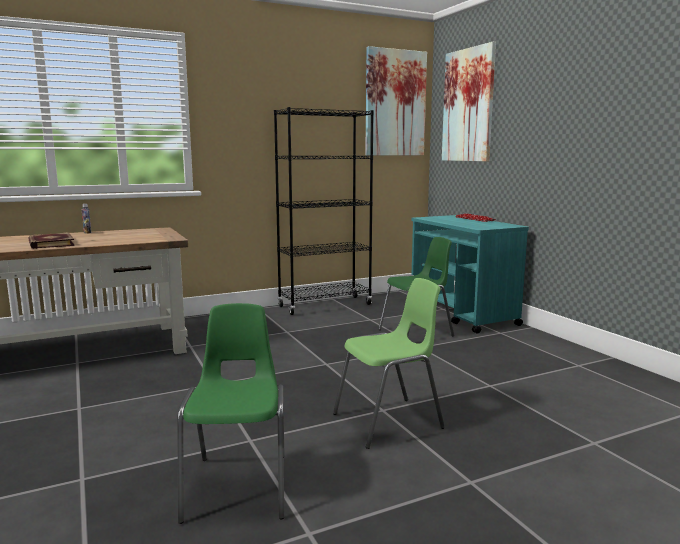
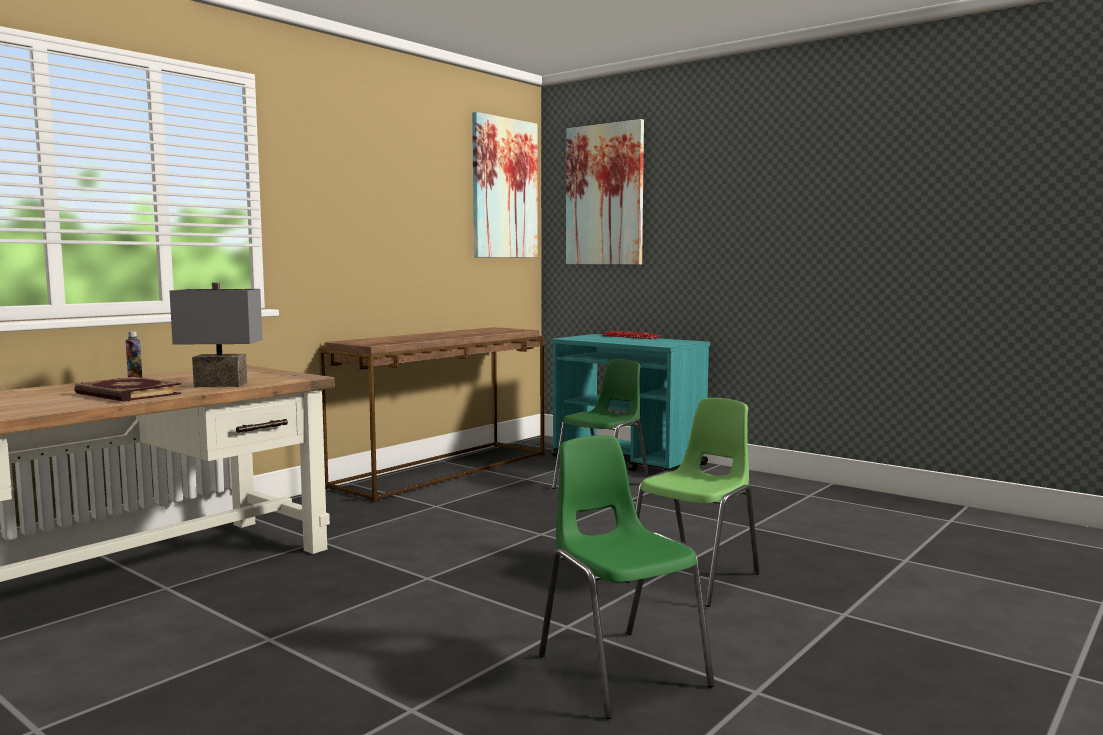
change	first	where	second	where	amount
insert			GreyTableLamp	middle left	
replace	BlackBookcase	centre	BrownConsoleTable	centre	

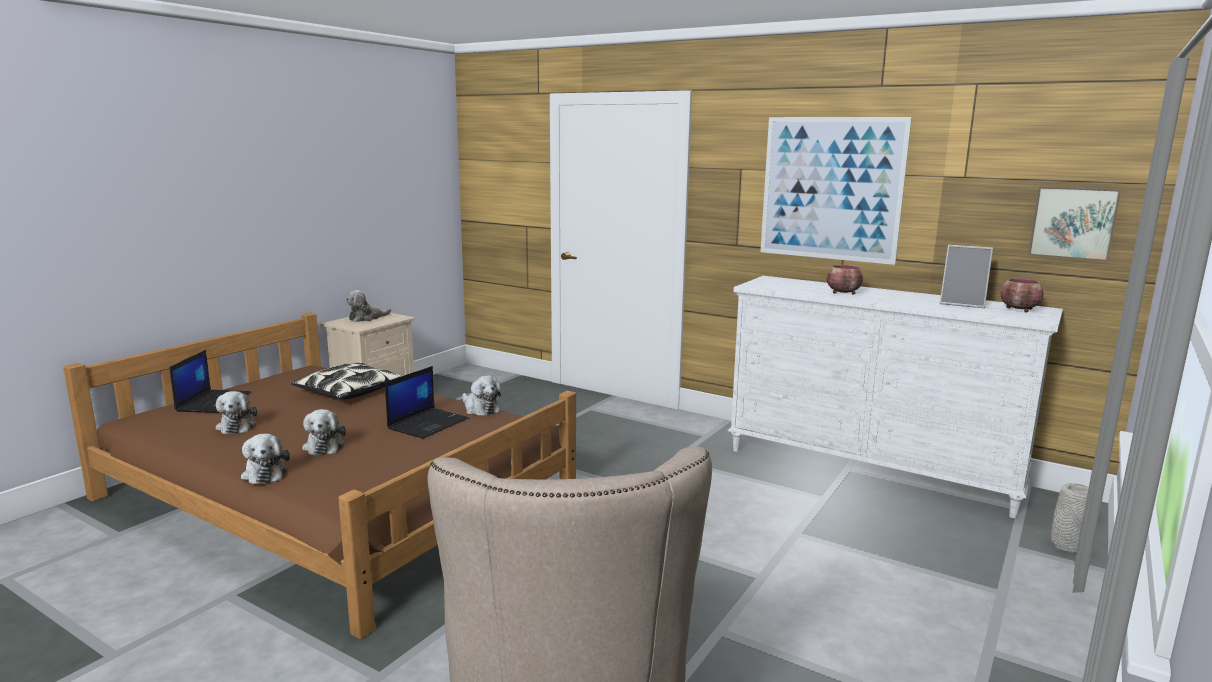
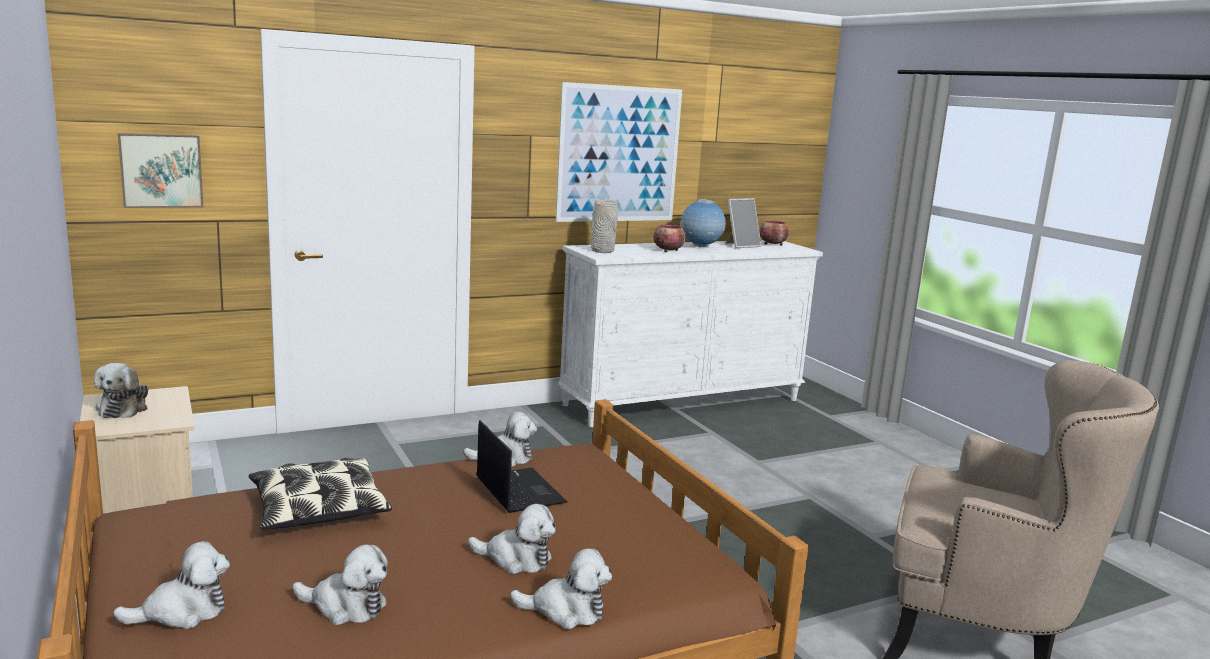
change	first	where	second	where	amount
insert			Globe	centre	
move	Picture (2nd from left in the first image)	top right	Picture (1st from left)	top left	
move	GreyVase	bottom right		centre	
replace	Laptop (1st from left)	middle left	PlushToy (2nd from left)	bottom left	

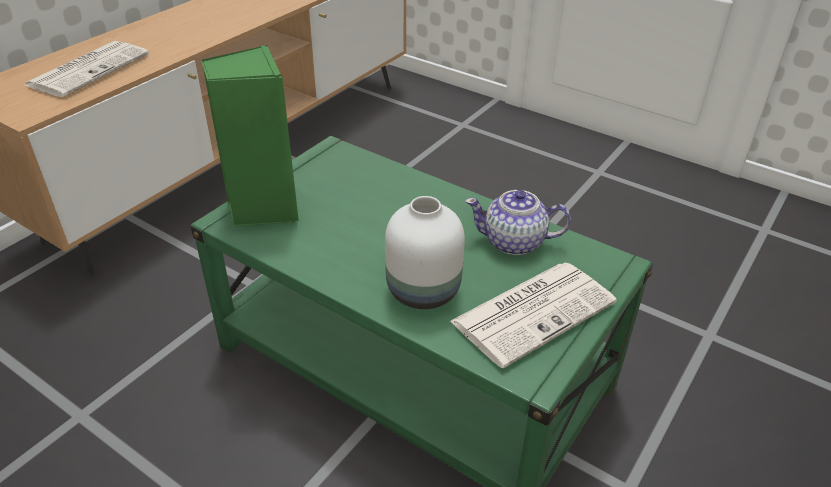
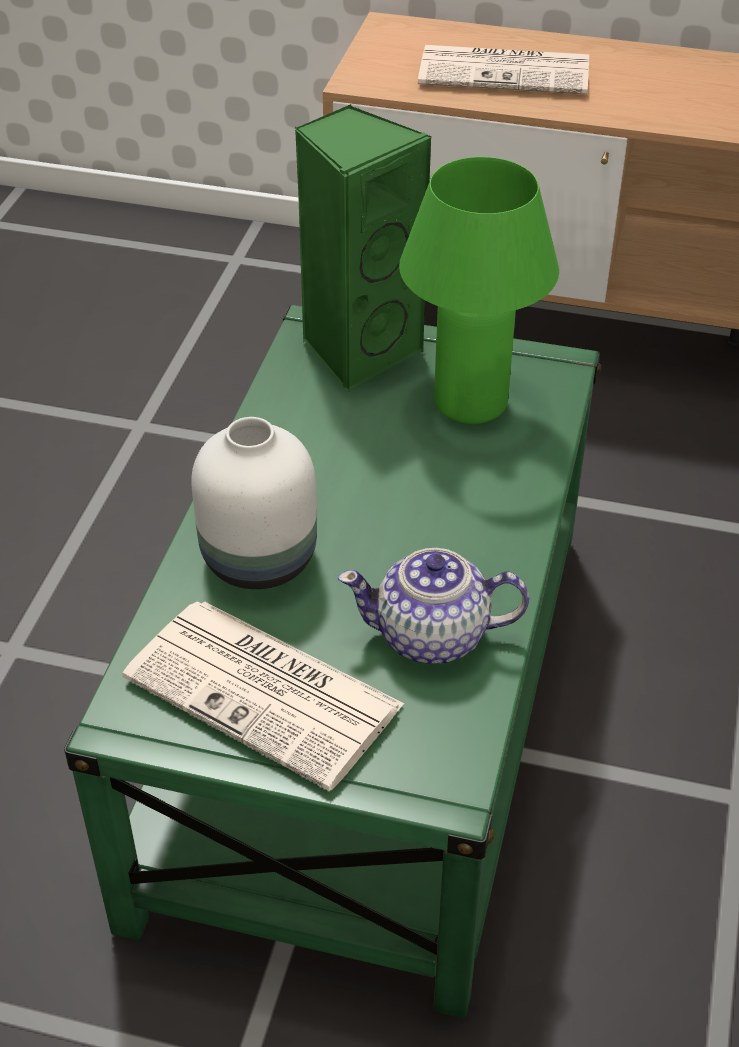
change	first	where	second	where	amount
insert			GreenTableLamp	top centre	
rotate	Teapot	centre		centre	75 degrees counterclockwise

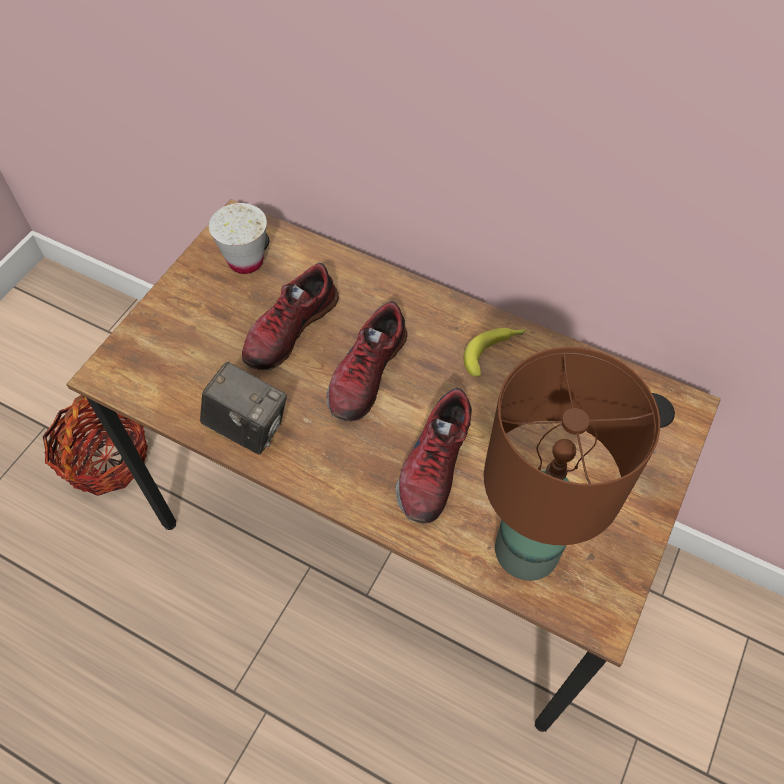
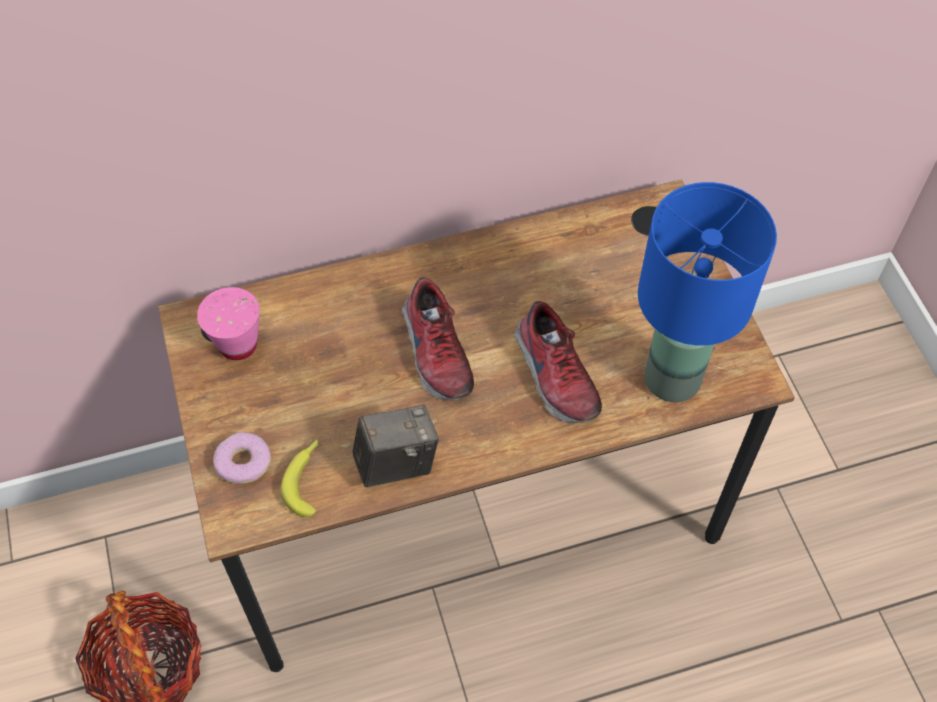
change	first	where	second	where	amount
delete	Shoe (1st from left)	centre			
insert			Donut	middle left	
move	Banana	centre		bottom left	
recolor	WhiteCup	top left	PinkCup	middle left	
recolor	BrownTableLamp	middle right	BlueTableLamp	middle right	

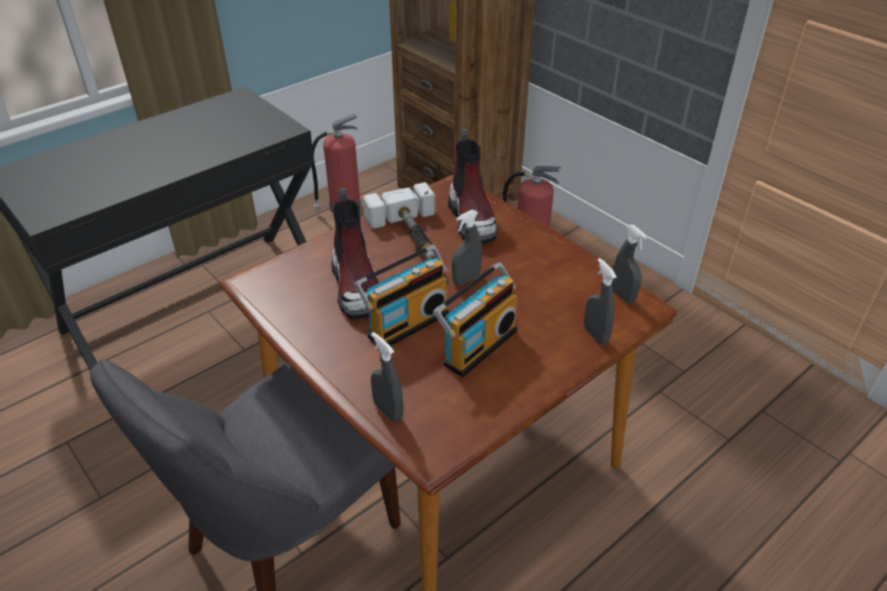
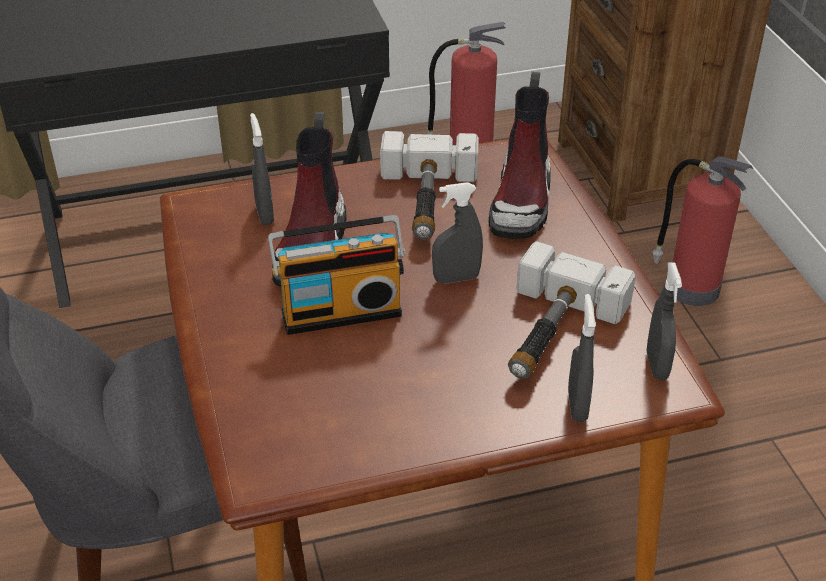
change	first	where	second	where	amount
delete	Radio (2nd from left)	centre			
insert			Hammer (2nd from left)	middle right	
move	GreySprayBottle (1st from left)	centre		top left	

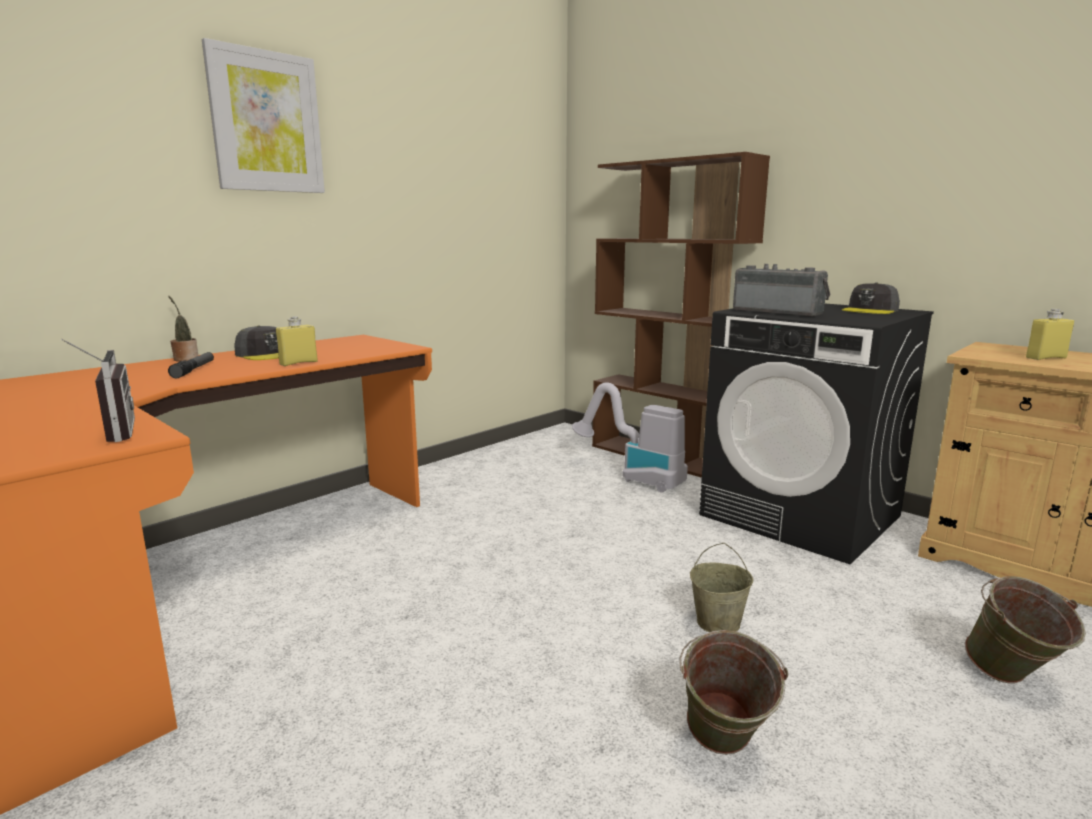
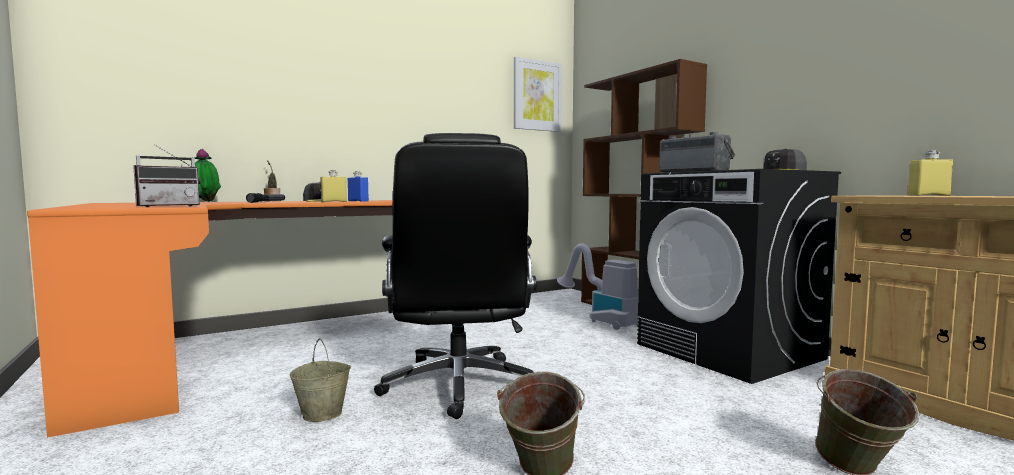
change	first	where	second	where	amount
insert			PottedPlant (1st from left)	middle left	
insert			BlueBottle	centre	
insert			BlackOfficeChair	centre	
move	Picture	top left		top centre	
move	BeigeBucket	bottom centre		bottom left	
rotate	Radio (1st from left)	middle left		middle left	60 degrees clockwise

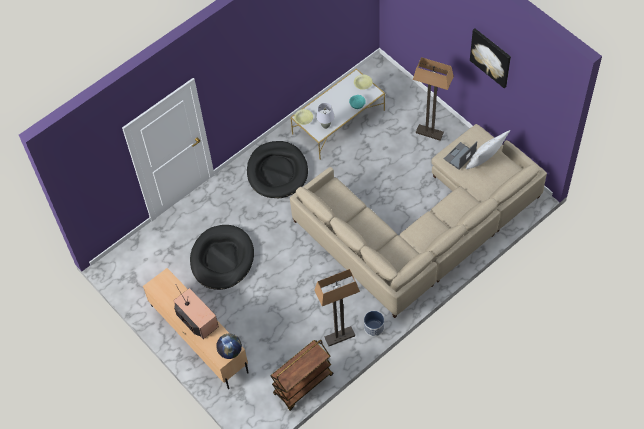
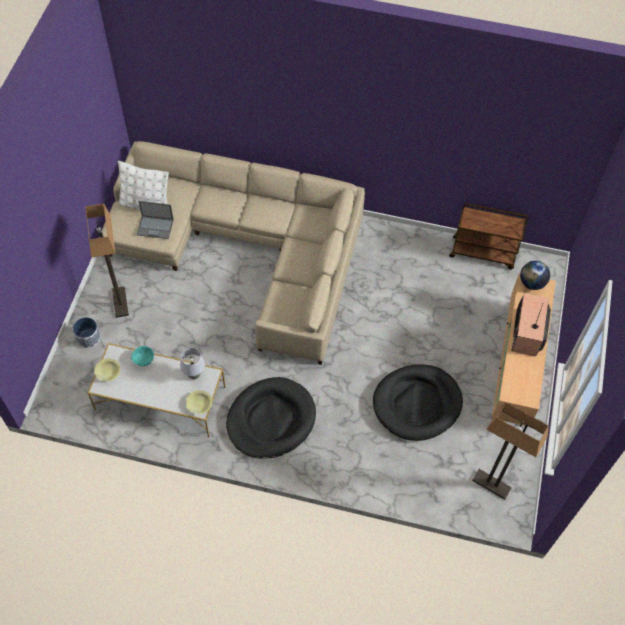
change	first	where	second	where	amount
delete	Picture	top right			
move	FloorLamp (1st from left in the first image)	bottom centre	FloorLamp (2nd from left)	bottom right	
move	Planter	bottom centre		middle left	

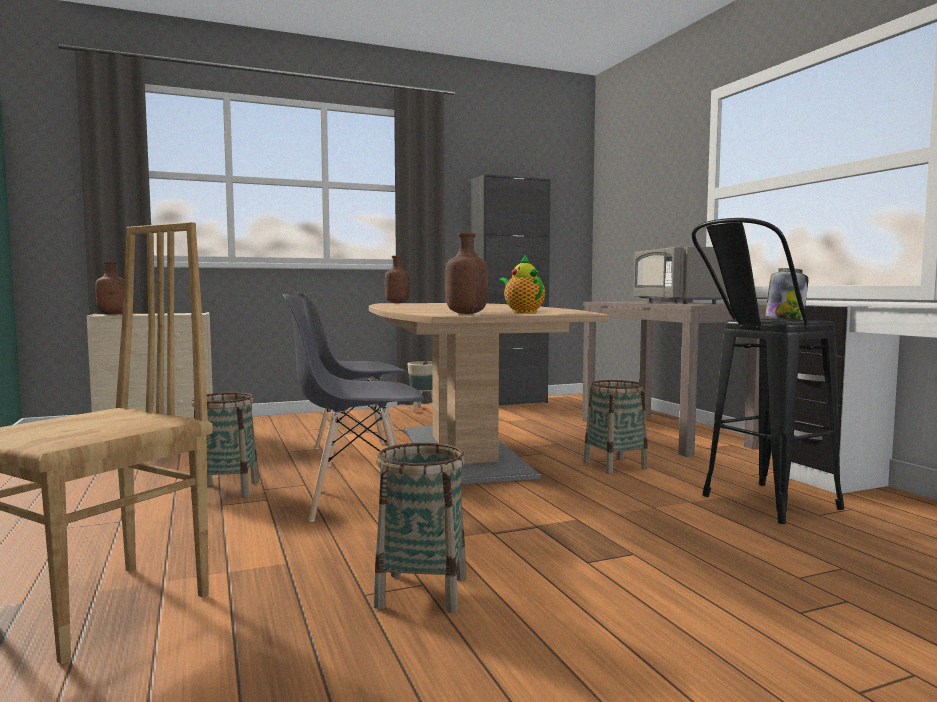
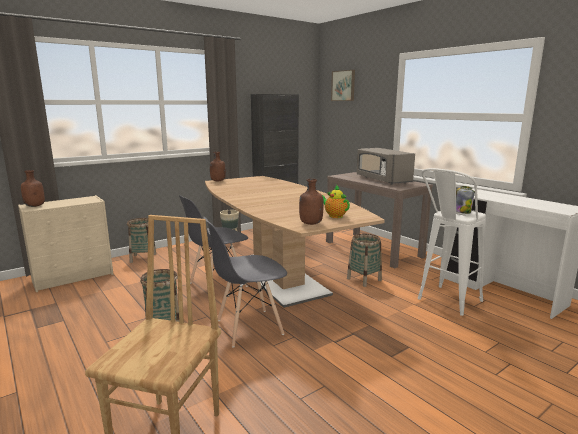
change	first	where	second	where	amount
insert			Picture	top centre	
move	Basket (2nd from left in the first image)	bottom centre	Basket (1st from left)	middle left	
recolor	BlackStool	middle right	WhiteStool	middle right	

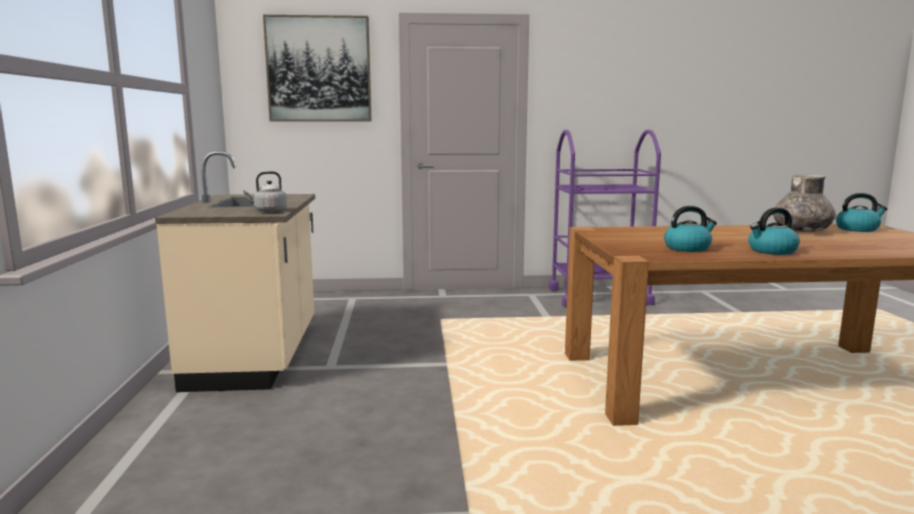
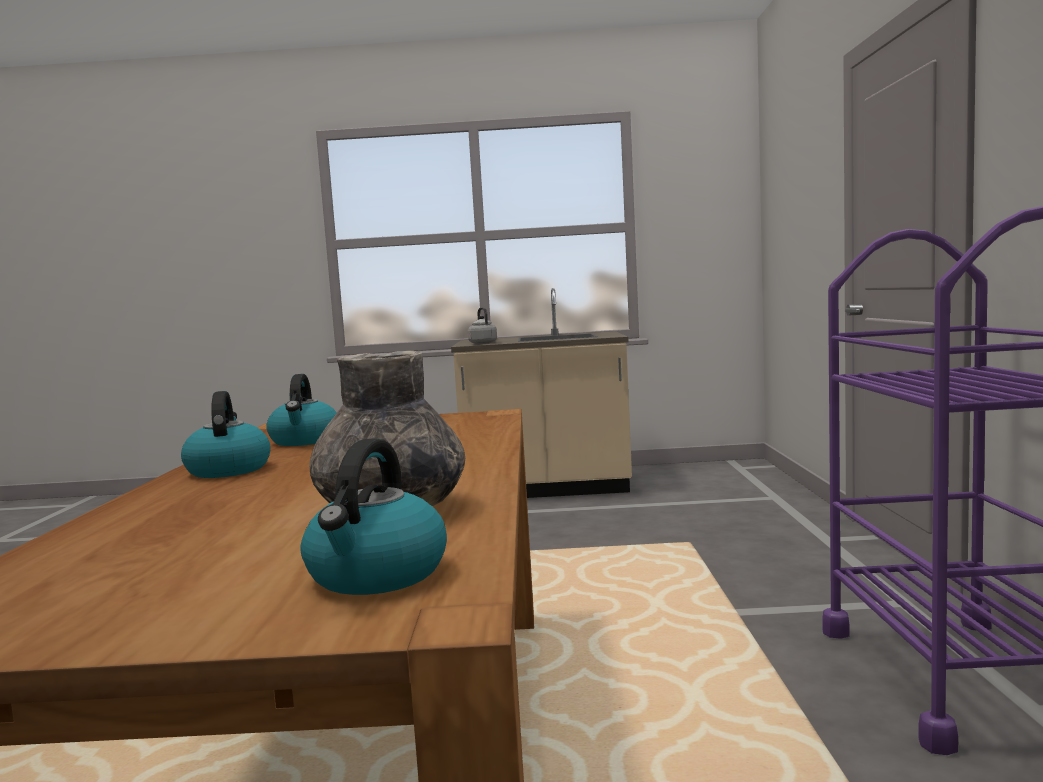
change	first	where	second	where	amount
delete	Picture	top centre			

